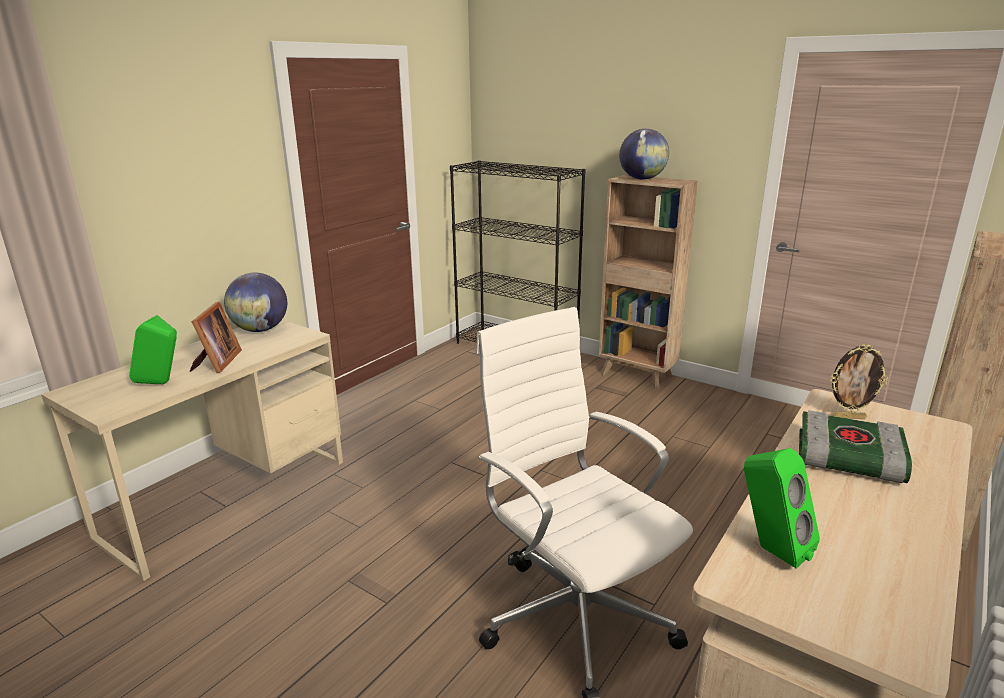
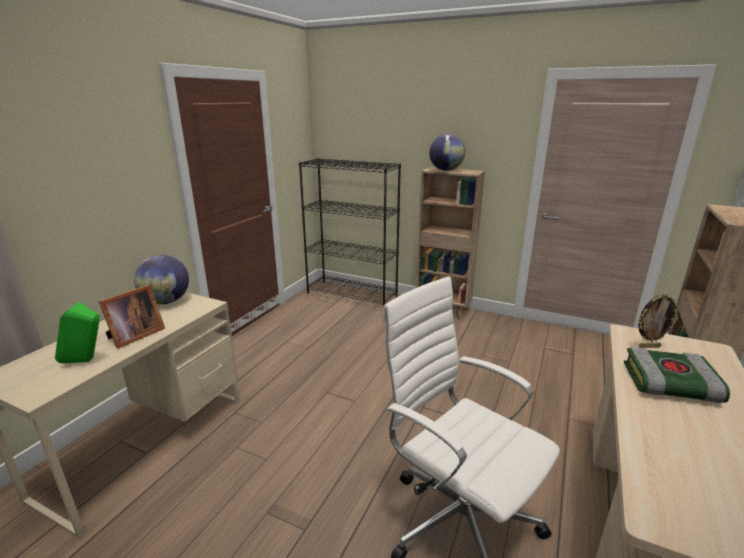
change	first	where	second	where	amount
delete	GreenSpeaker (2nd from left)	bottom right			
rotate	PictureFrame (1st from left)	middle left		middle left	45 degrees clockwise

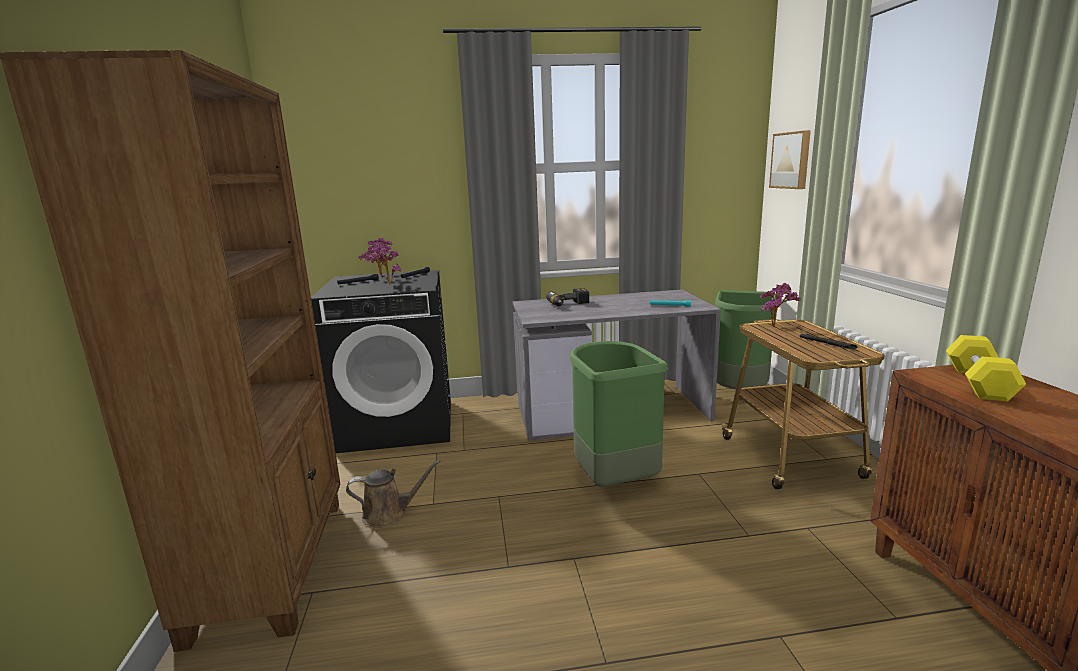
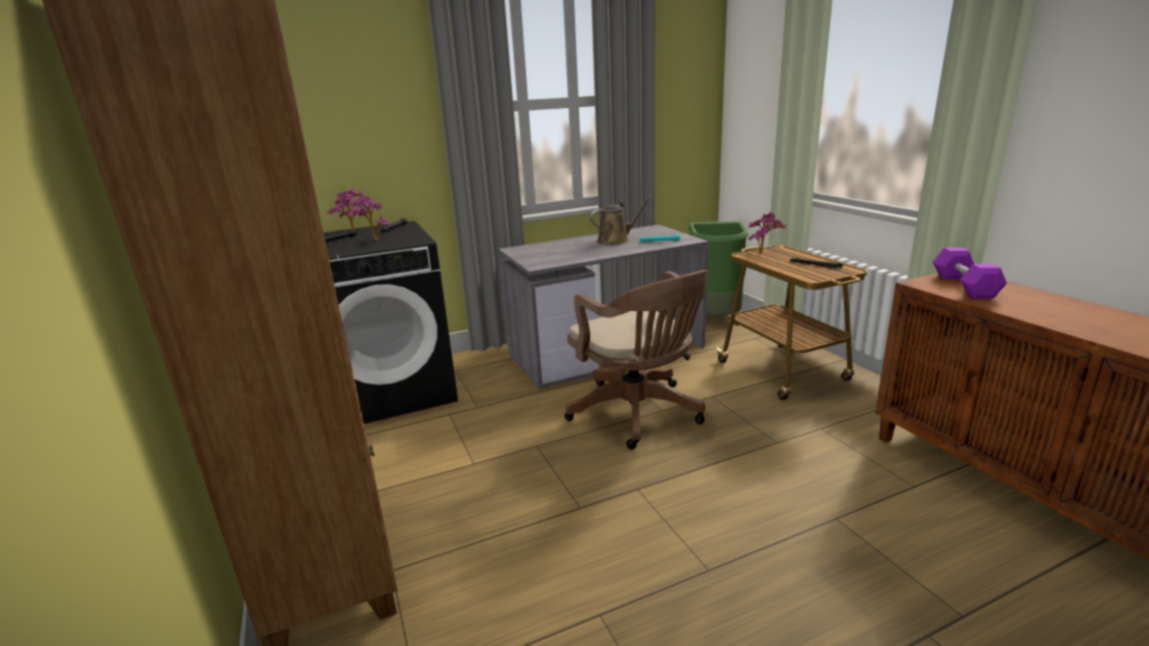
change	first	where	second	where	amount
delete	PowerDrill	centre			
delete	Picture	top right			
move	BrownWateringCan	bottom centre		centre	
replace	GreenTrashCan (1st from left)	centre	BrownOfficeChair	centre	
recolor	YellowDumbbell	middle right	PurpleDumbbell	middle right	

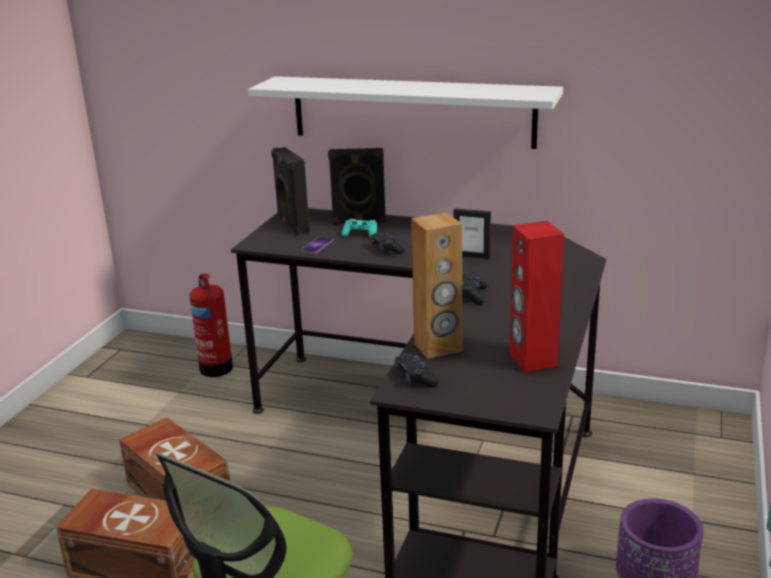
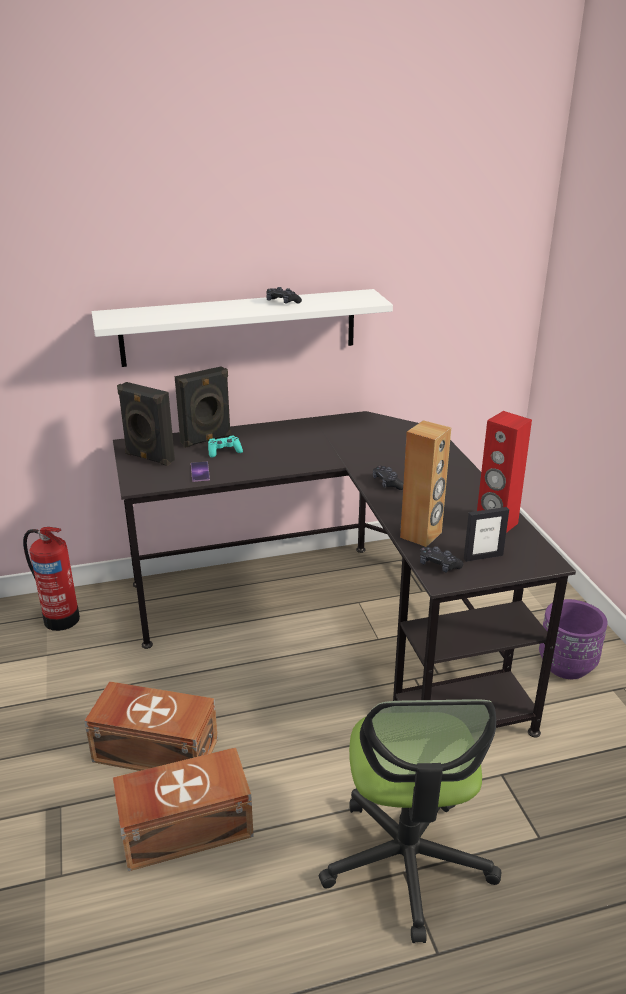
change	first	where	second	where	amount
move	BlackGameController (1st from left)	centre		top centre	
move	PictureFrame	centre		middle right	

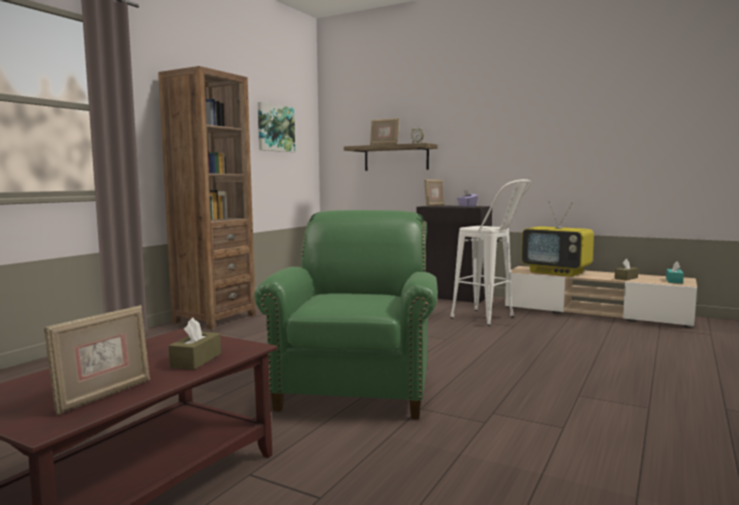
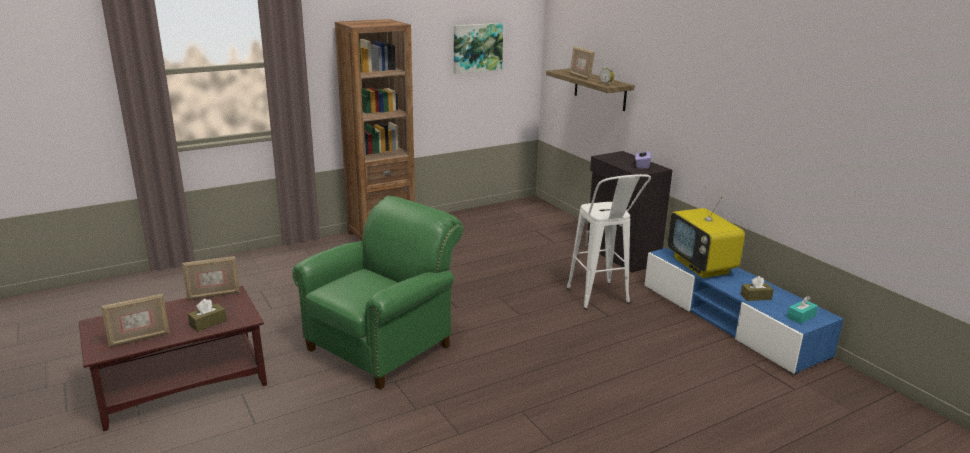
change	first	where	second	where	amount
move	PictureFrame (3rd from left in the first image)	centre	PictureFrame (2nd from left)	middle left	
recolor	BeigeTvStand	middle right	BlueTvStand	bottom right	

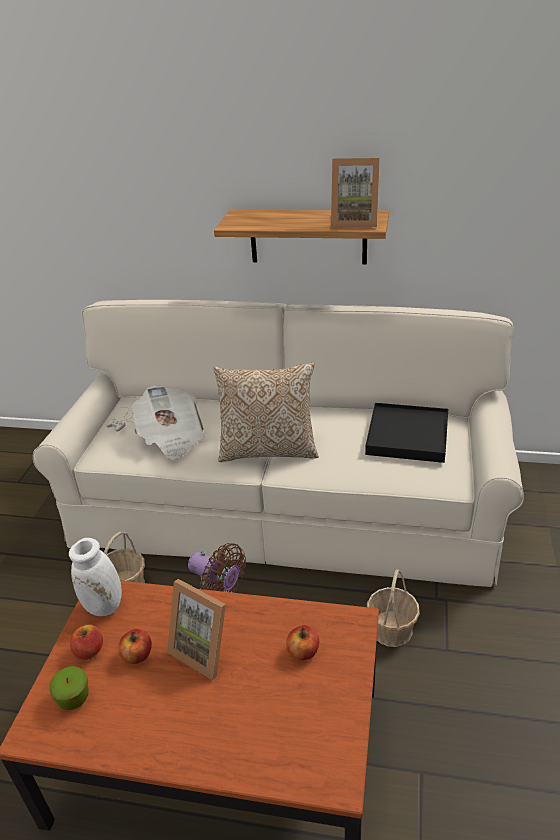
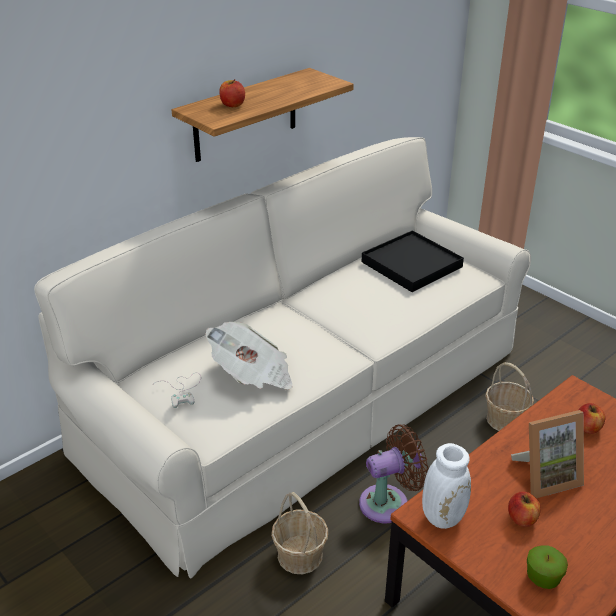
change	first	where	second	where	amount
delete	Pillow	centre			
delete	PictureFrame (2nd from left)	top centre			
move	Apple (2nd from left in the first image)	bottom left	Apple (1st from left)	top centre	

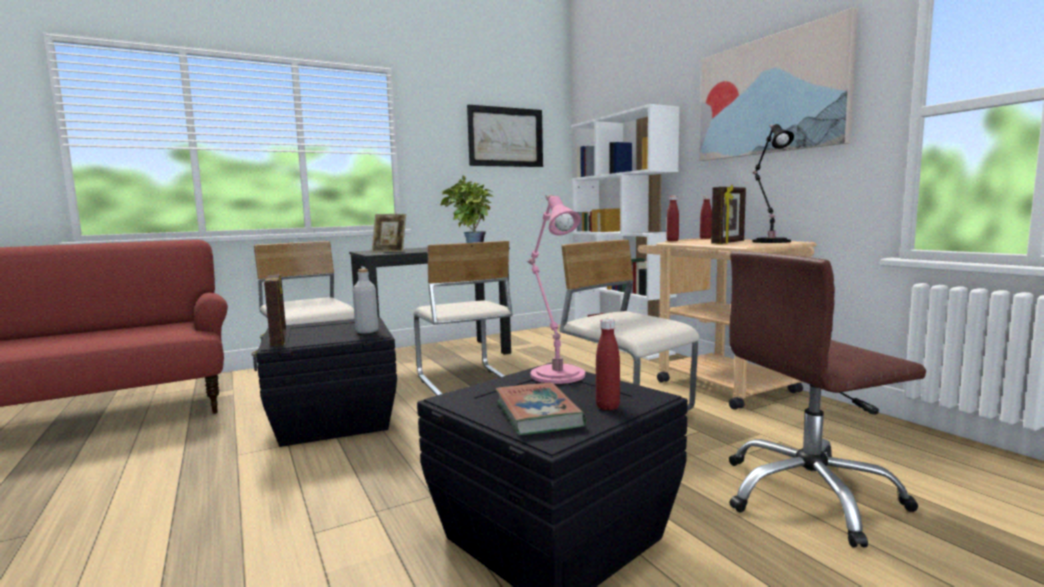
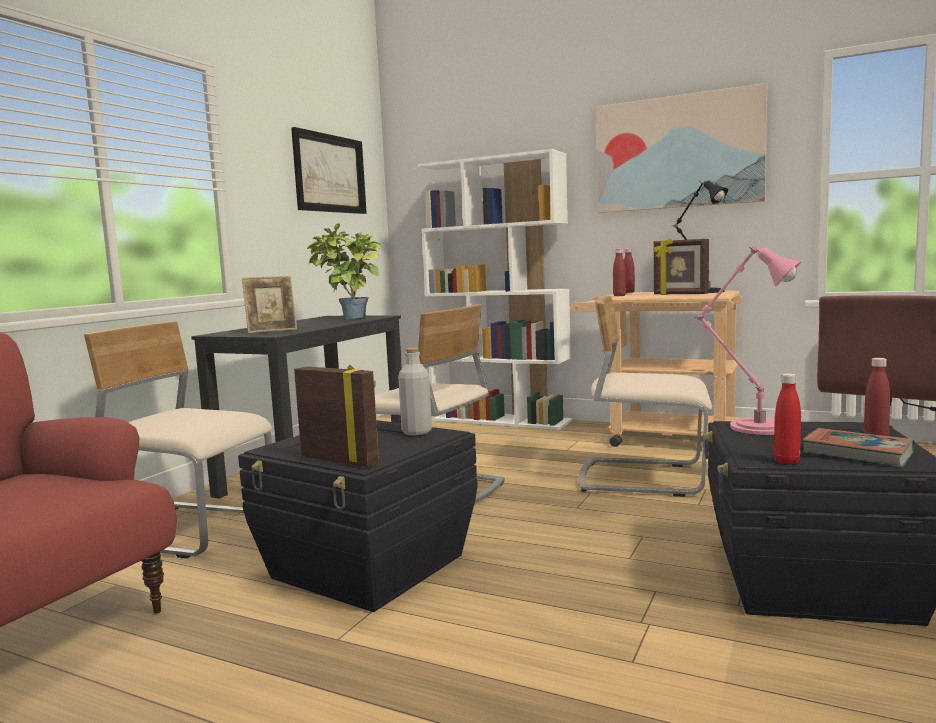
change	first	where	second	where	amount
insert			RedBottle (3rd from left)	middle right	
rotate	PictureFrame (3rd from left)	middle right		middle right	120 degrees clockwise

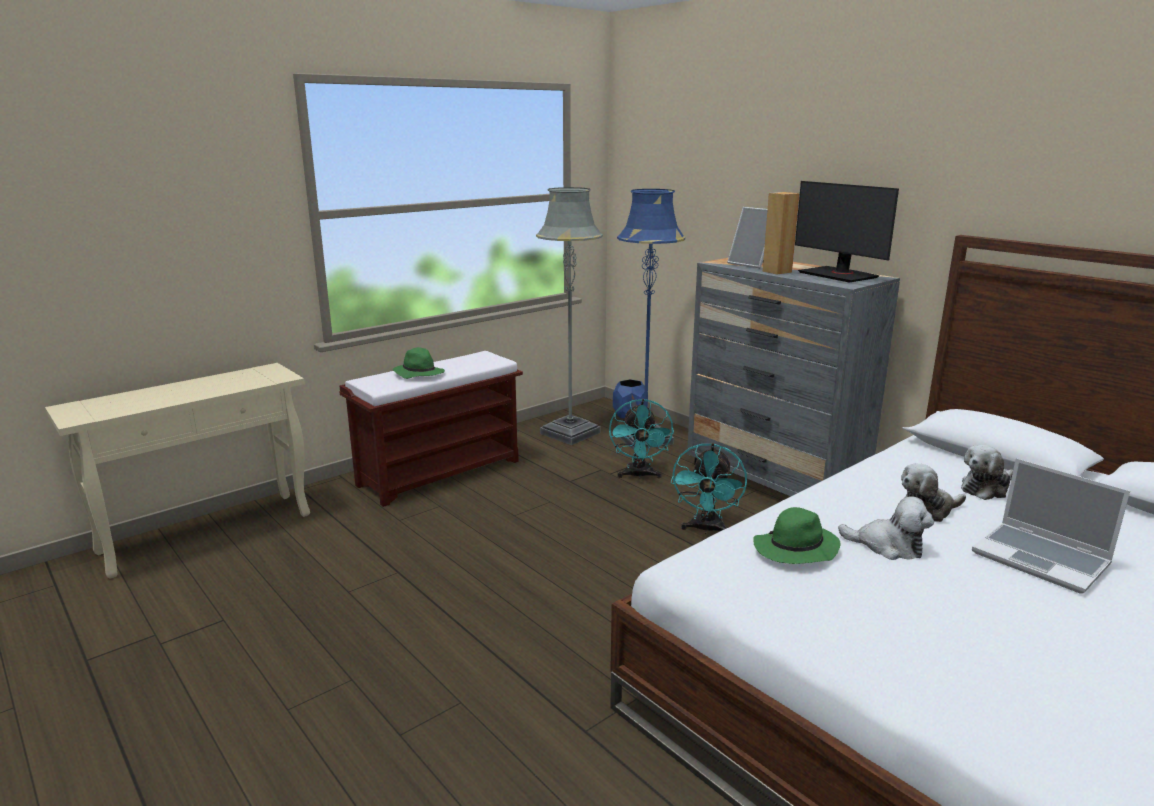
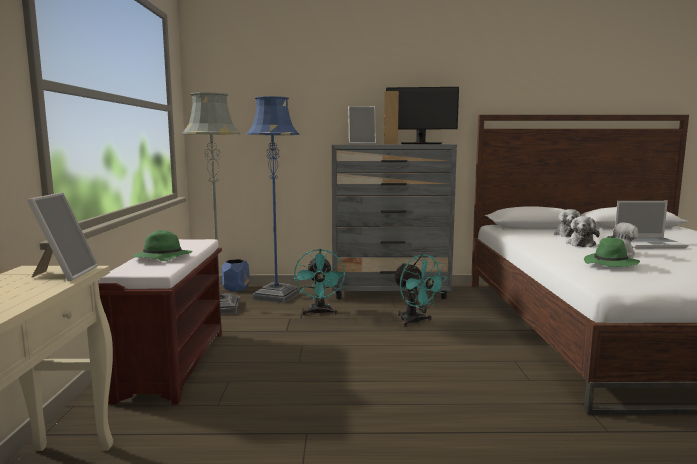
change	first	where	second	where	amount
insert			PictureFrame (1st from left)	middle left	
rotate	TurquoiseFan (1st from left)	centre		centre	45 degrees clockwise

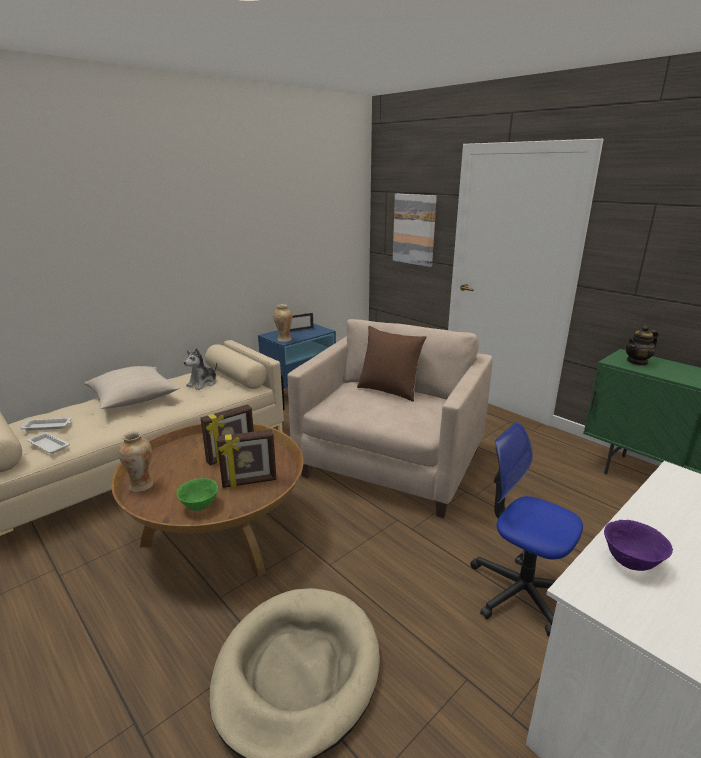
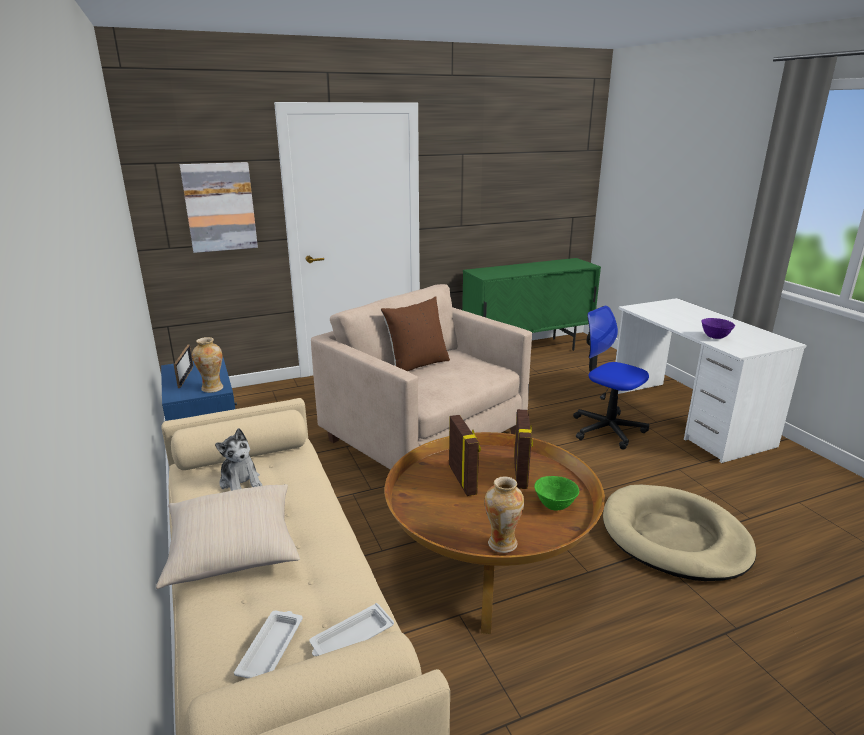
change	first	where	second	where	amount
delete	Teapot	middle right			
rotate	OfficeChair	bottom right		middle right	75 degrees clockwise

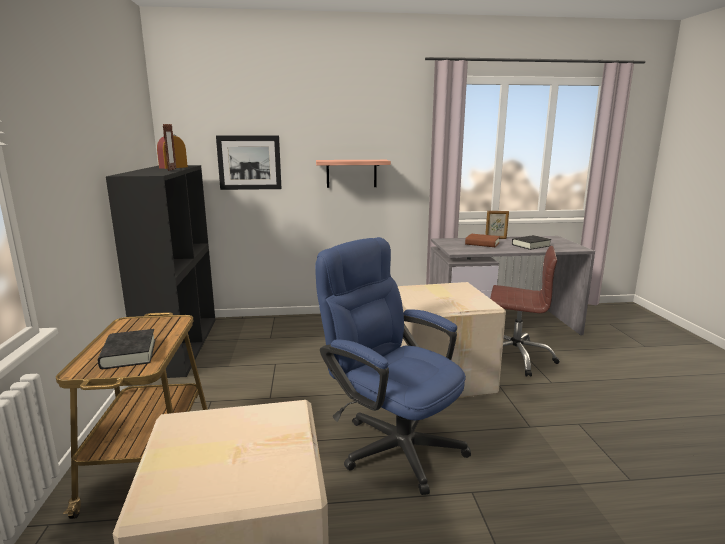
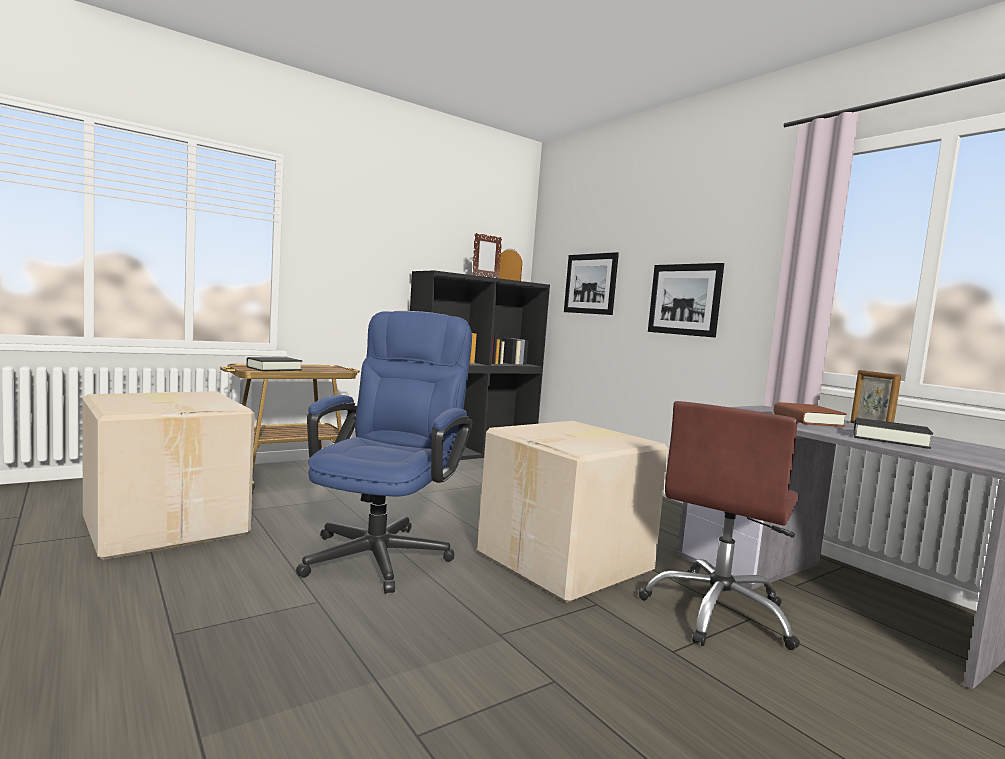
change	first	where	second	where	amount
replace	Shelf	top centre	Picture (2nd from left)	middle right	
rotate	BrownOfficeChair	middle right		bottom right	45 degrees clockwise

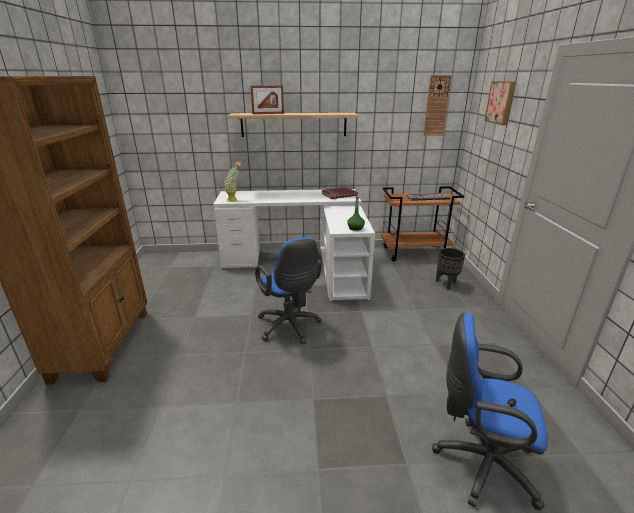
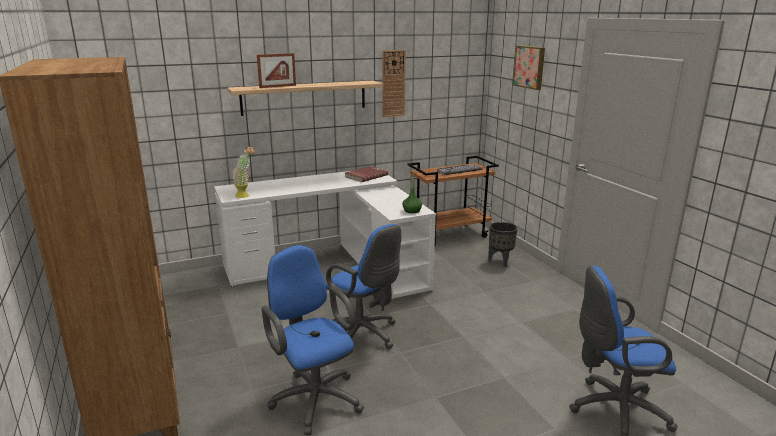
change	first	where	second	where	amount
insert			BlueOfficeChair (1st from left)	bottom centre	
move	WallClock	top right		top centre	

